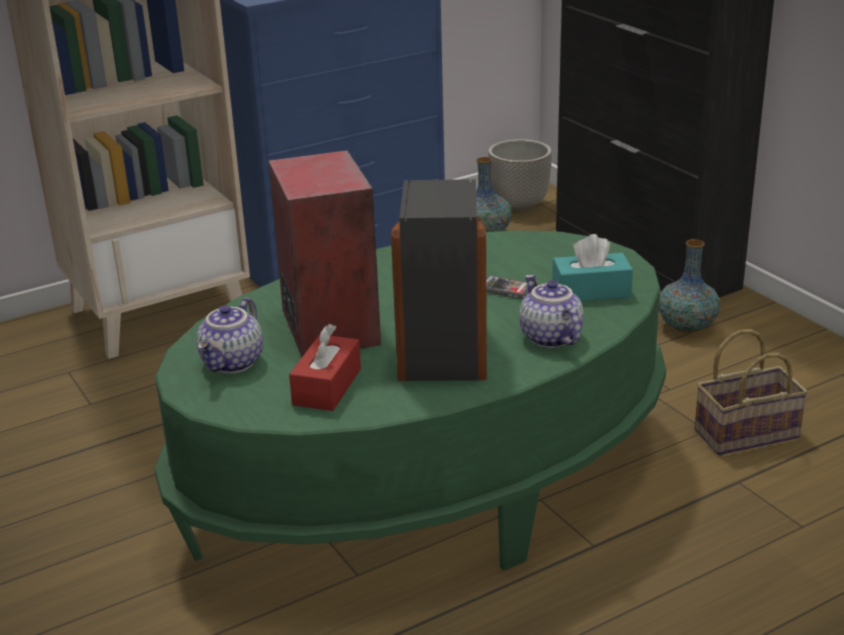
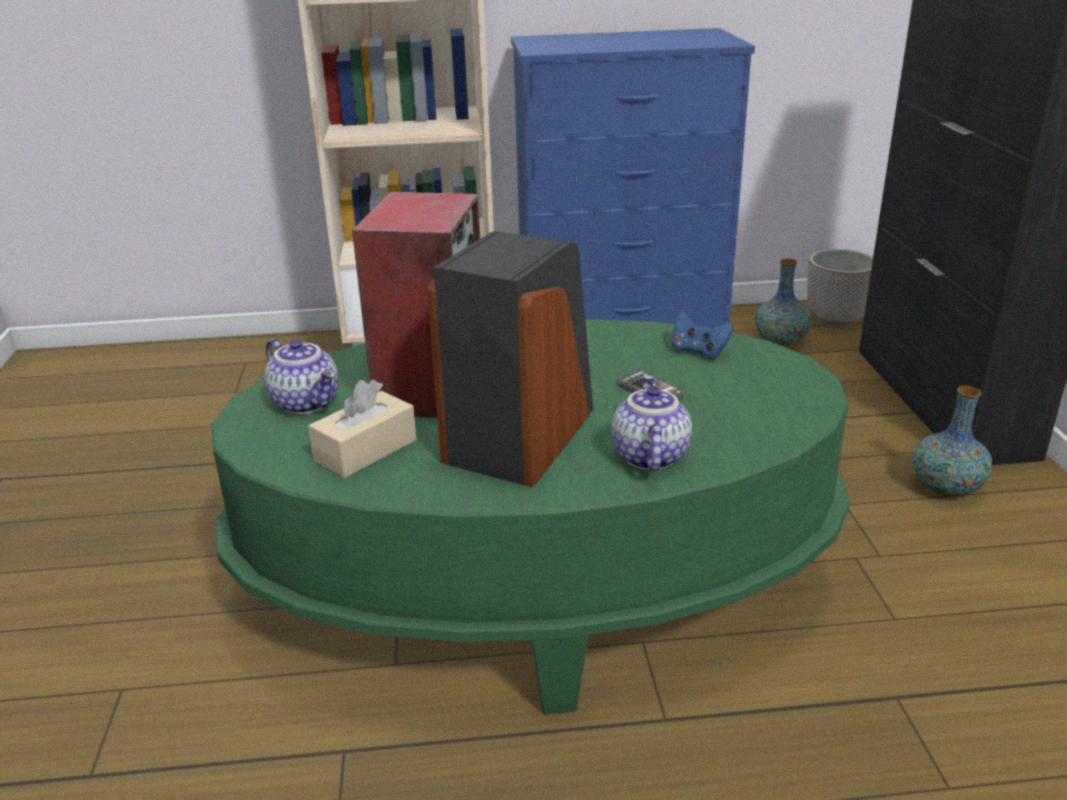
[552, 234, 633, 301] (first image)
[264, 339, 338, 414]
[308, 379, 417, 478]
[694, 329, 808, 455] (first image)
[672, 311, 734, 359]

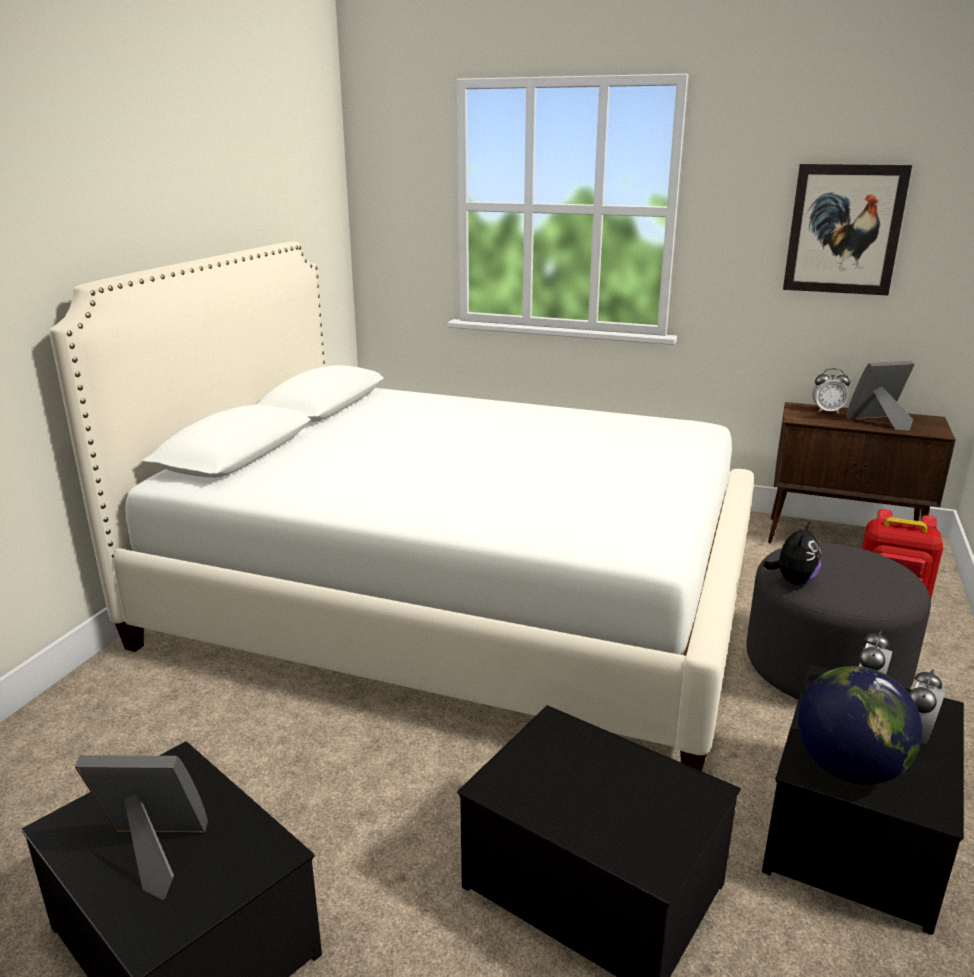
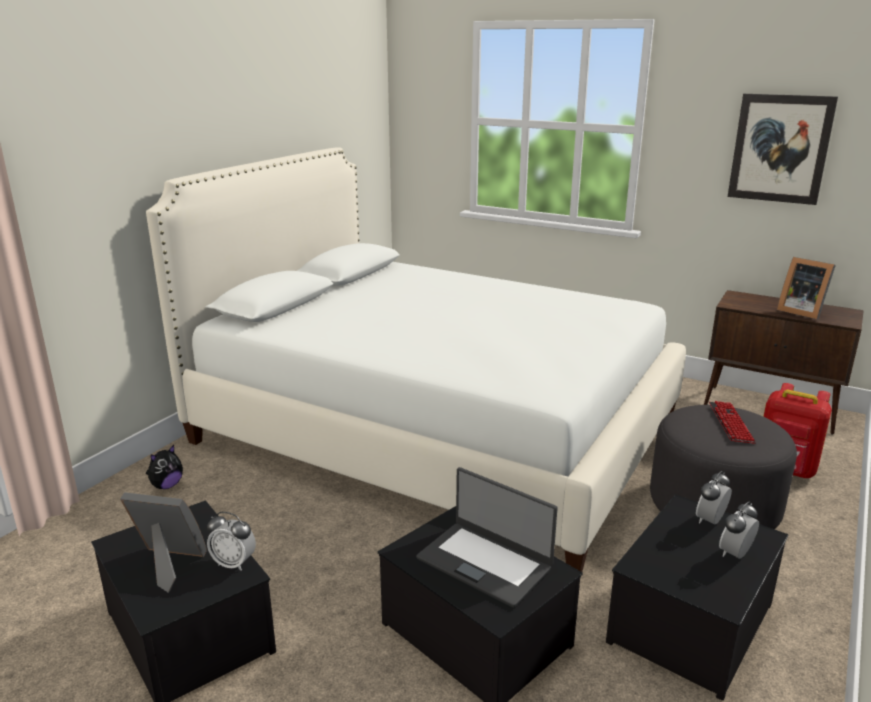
[777, 257, 836, 319]
[207, 512, 256, 571]
[146, 445, 183, 489]
[798, 666, 922, 785] (first image)
[709, 401, 756, 444]
[416, 467, 558, 608]

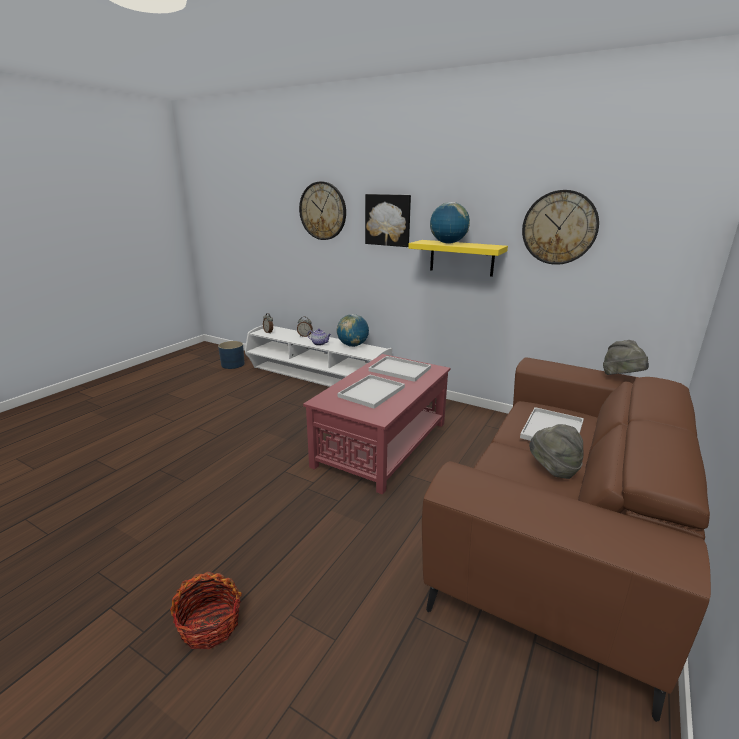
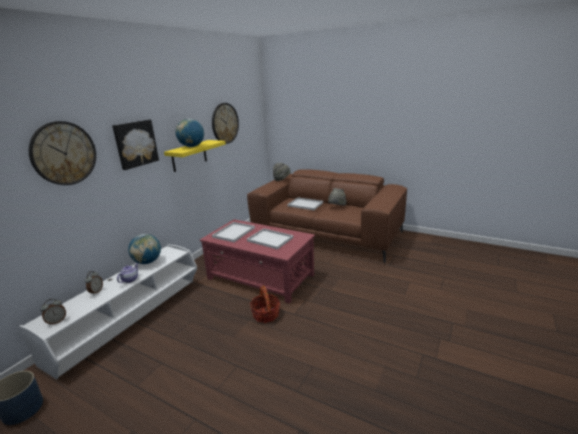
[250, 286, 280, 323]

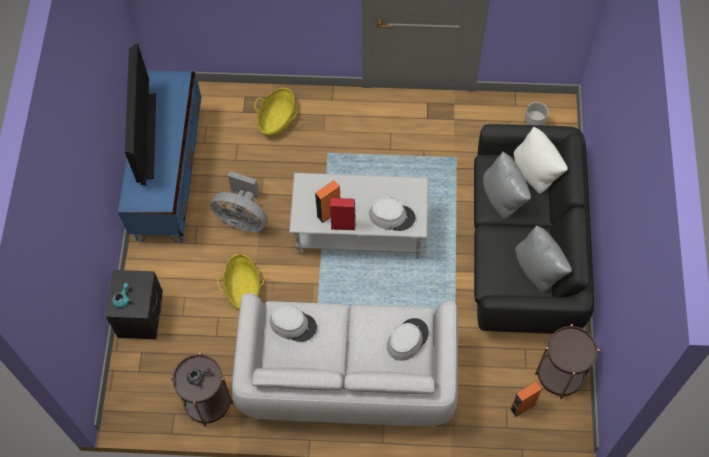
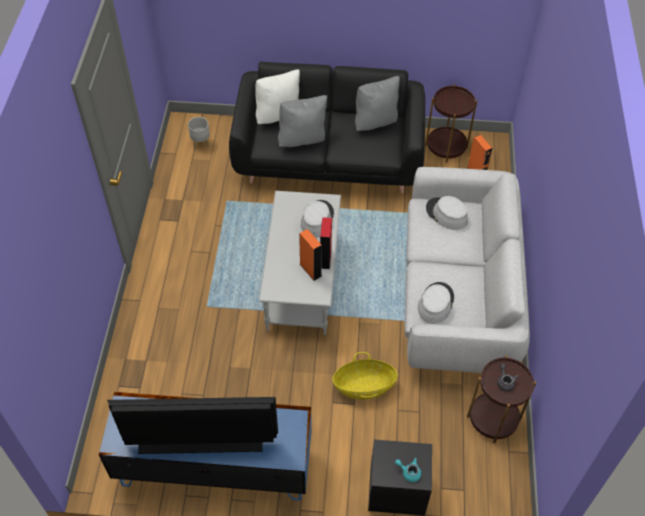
[254, 88, 297, 136] (first image)
[211, 171, 268, 232] (first image)

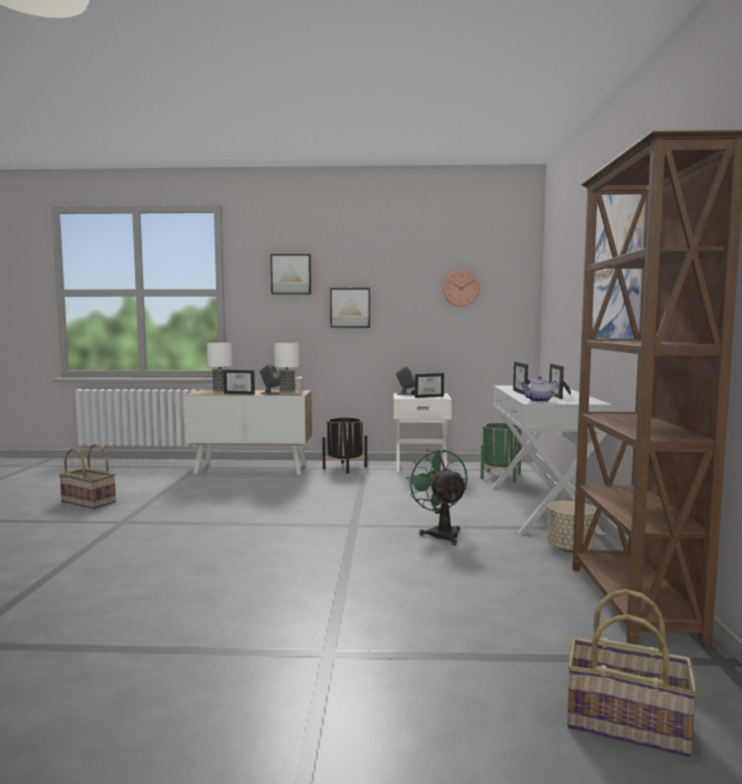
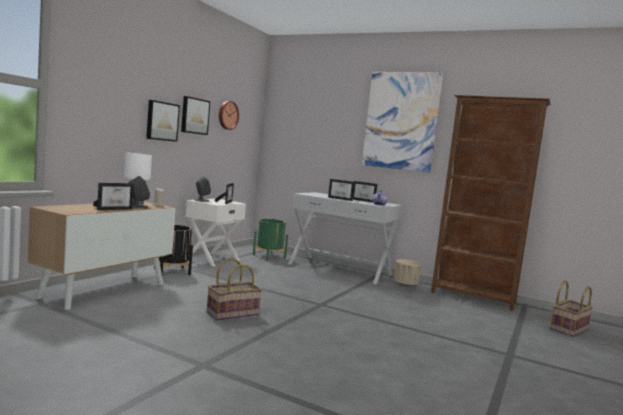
[181, 96, 210, 135]
[207, 342, 232, 392] (first image)
[206, 258, 262, 321]
[406, 449, 467, 545] (first image)

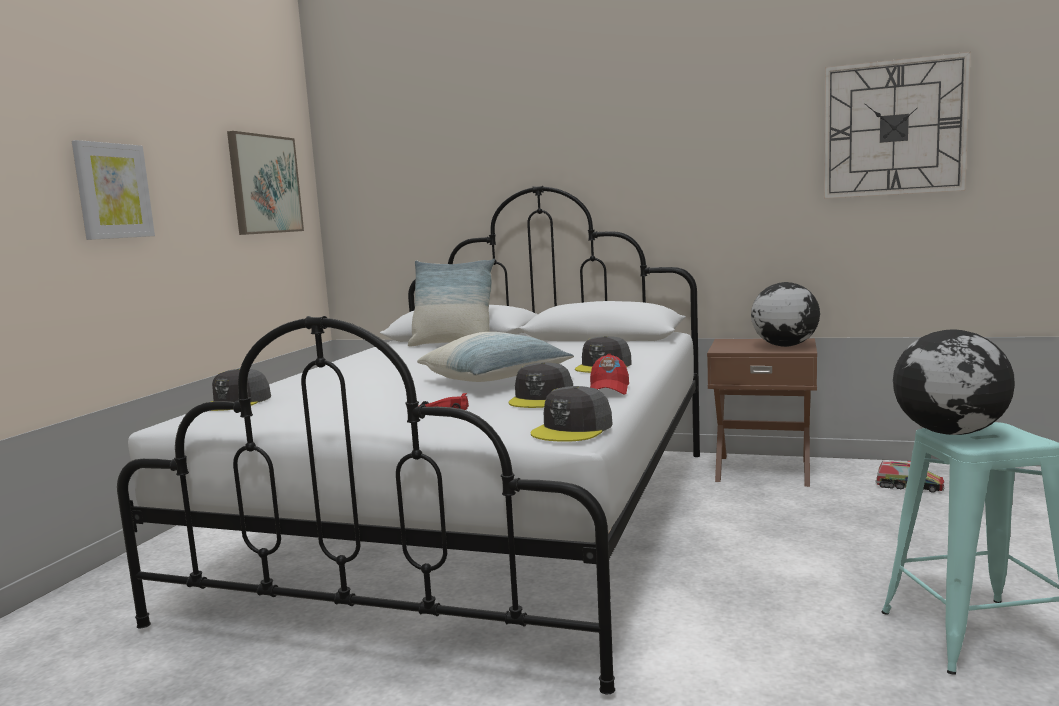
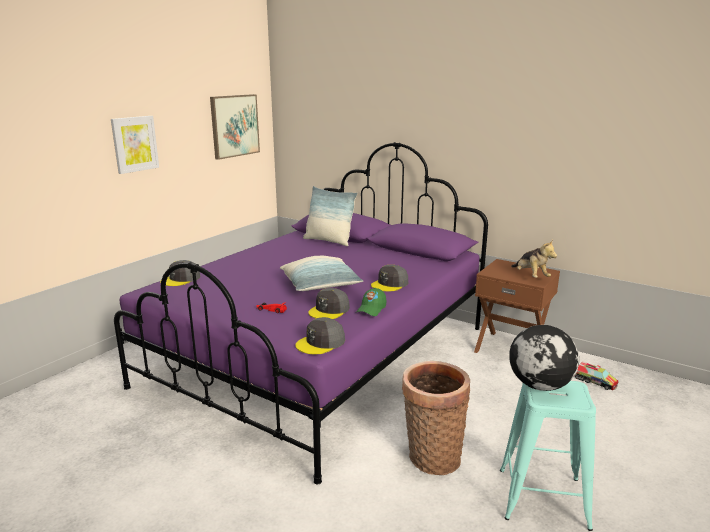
[824, 52, 971, 199] (first image)
[114, 142, 488, 484]
[511, 240, 557, 278]
[356, 288, 387, 316]
[402, 361, 470, 475]

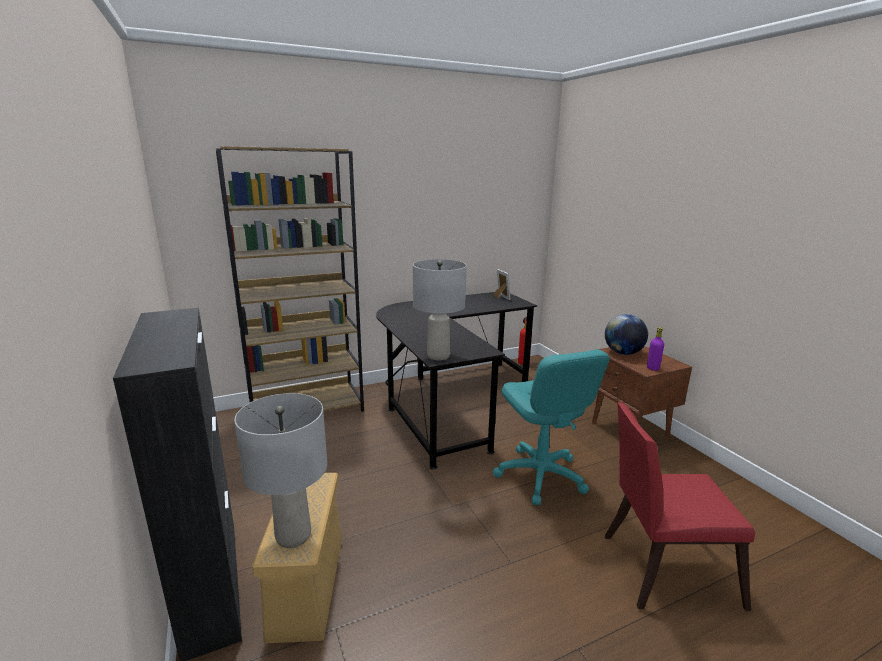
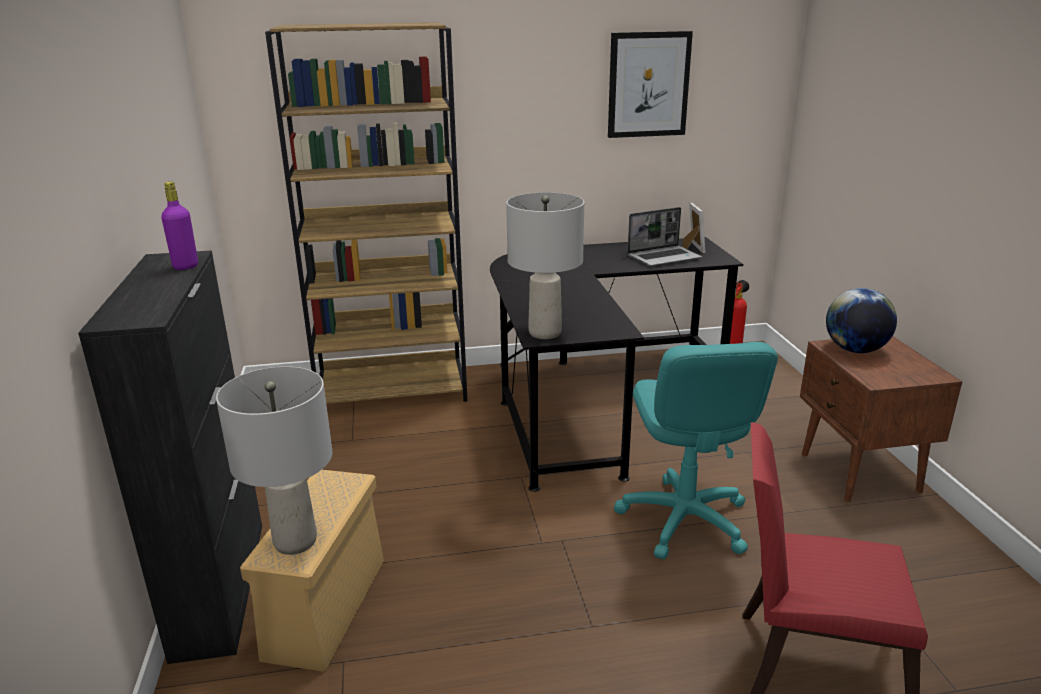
[161, 182, 198, 270]
[608, 31, 693, 138]
[627, 207, 702, 266]

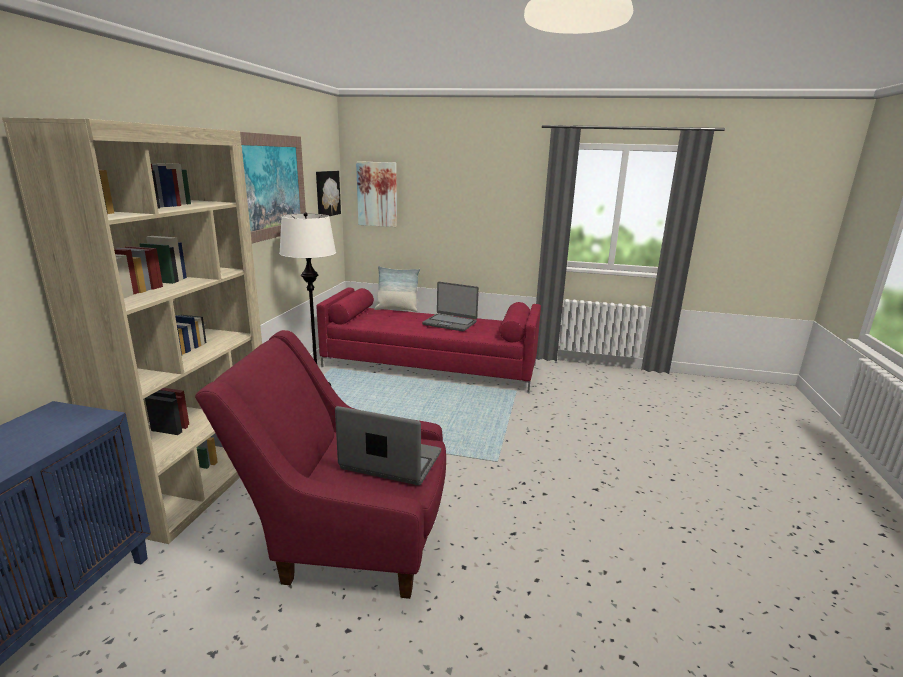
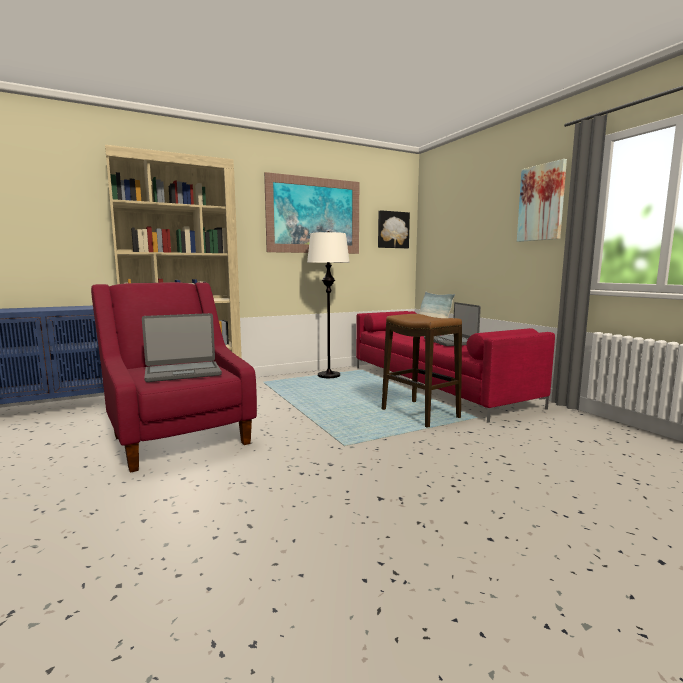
[517, 159, 567, 242]
[142, 313, 222, 382]
[382, 314, 462, 428]

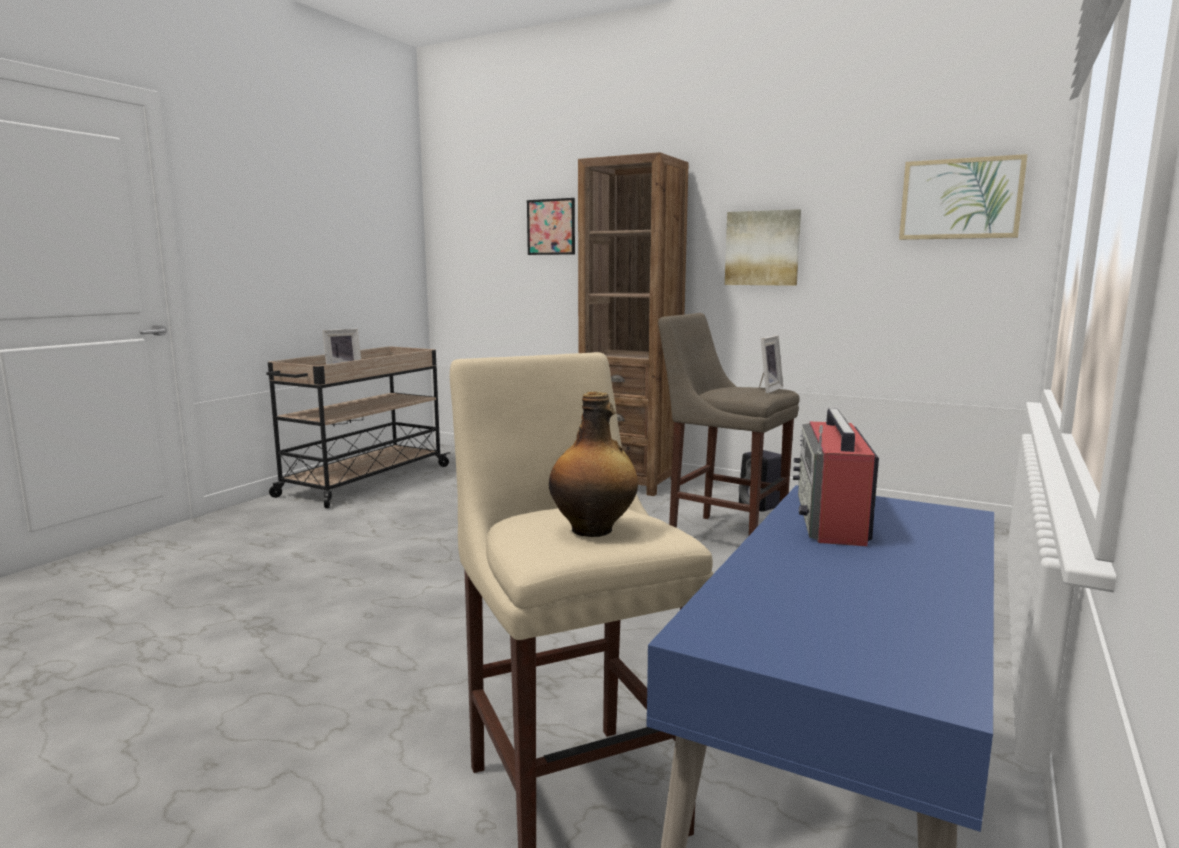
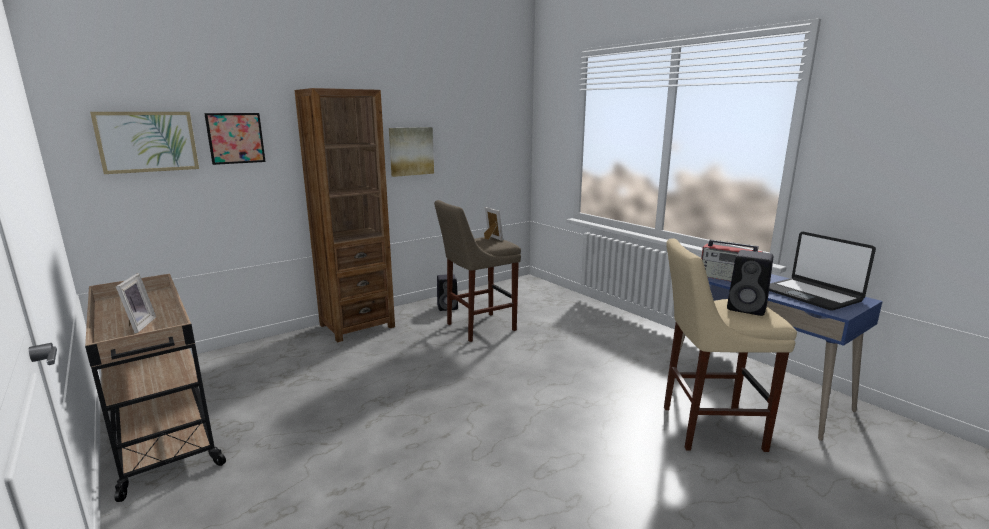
[90, 112, 199, 174]
[727, 250, 773, 316]
[769, 232, 876, 310]

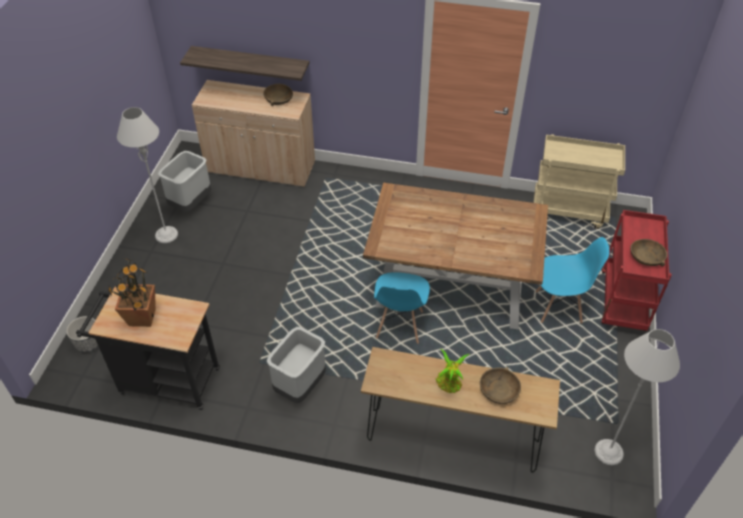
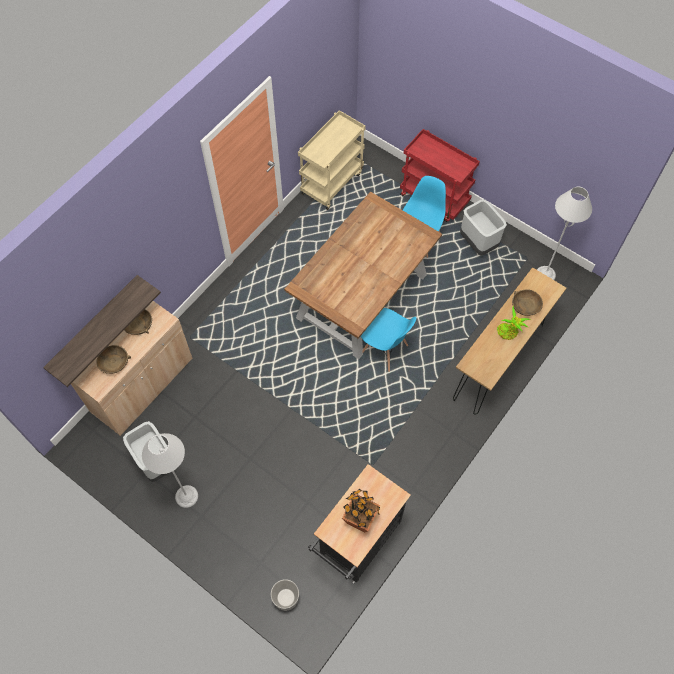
[97, 345, 131, 374]
[460, 199, 507, 255]

